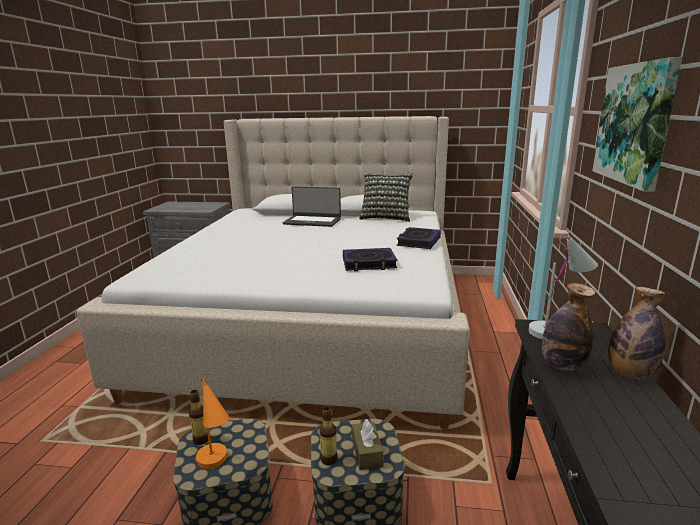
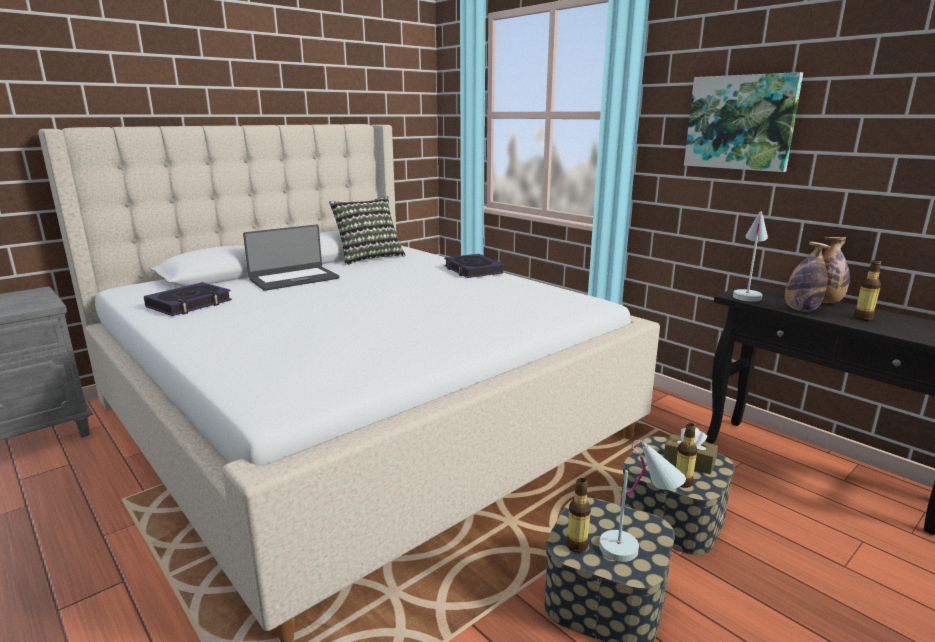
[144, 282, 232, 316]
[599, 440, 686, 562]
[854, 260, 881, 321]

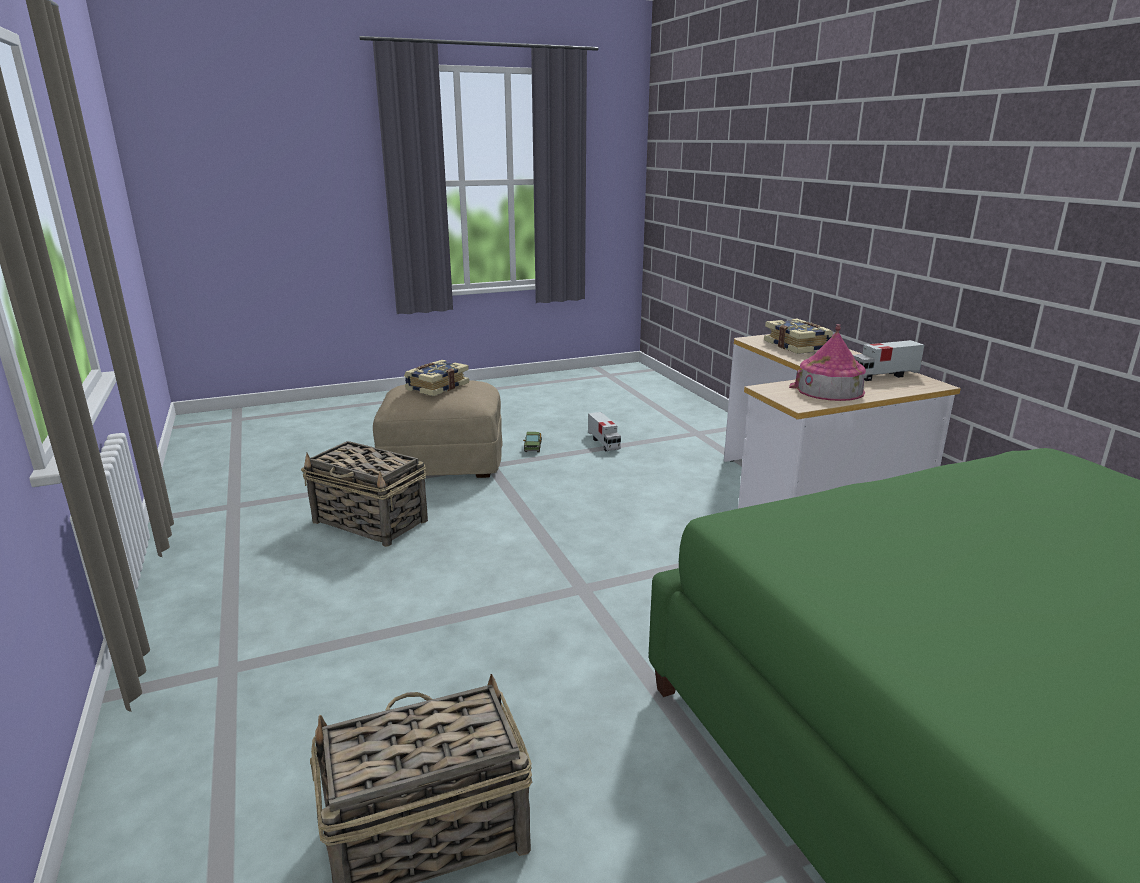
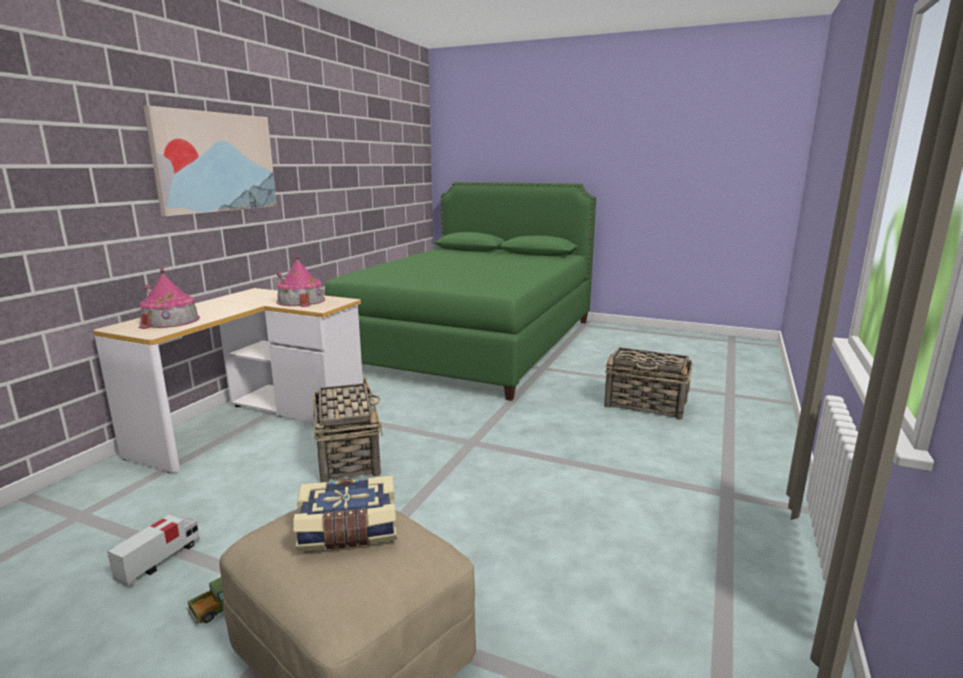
[138, 268, 200, 329]
[853, 340, 924, 381] (first image)
[313, 377, 383, 482]
[144, 106, 277, 216]

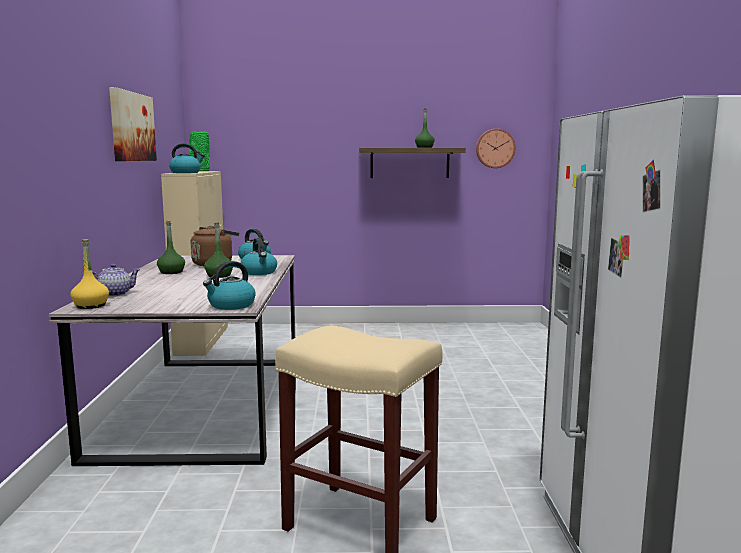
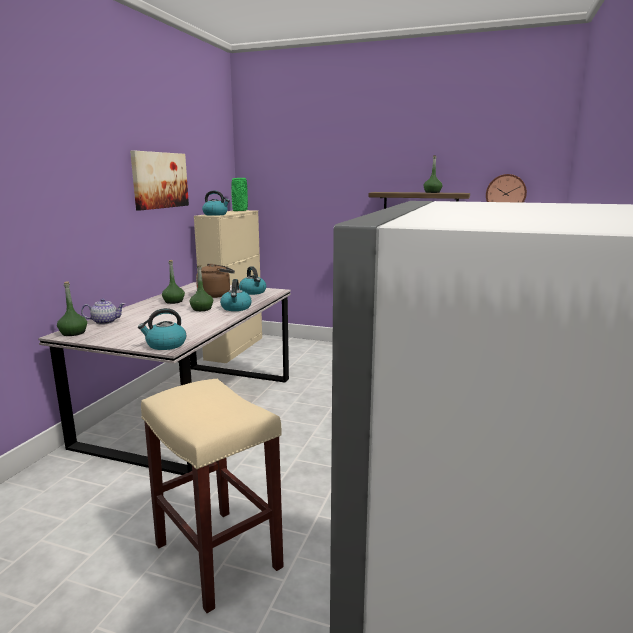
[57, 281, 87, 336]

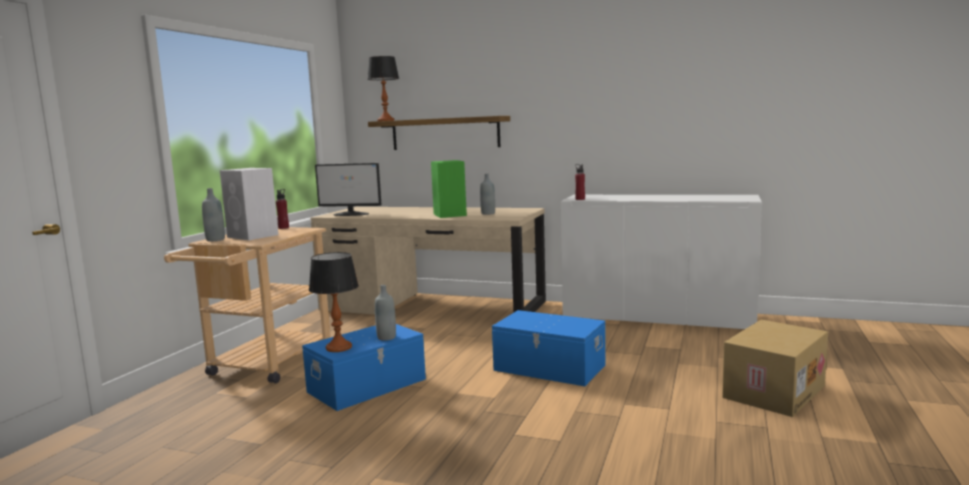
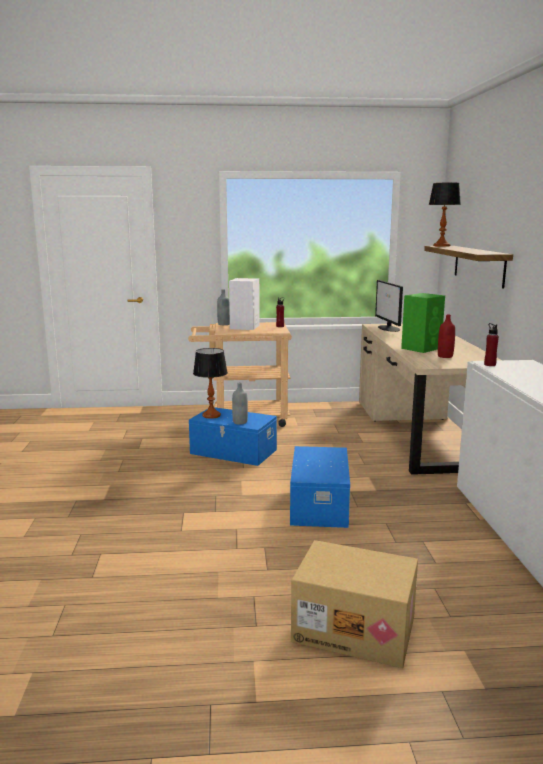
[438, 315, 455, 358]

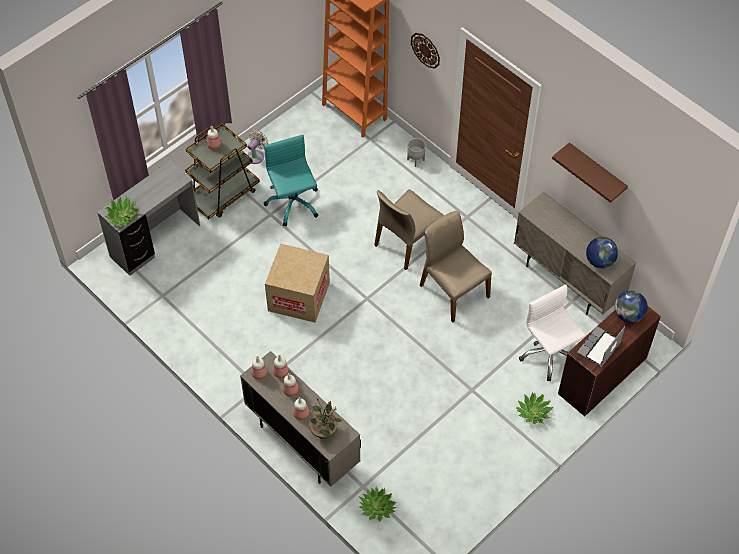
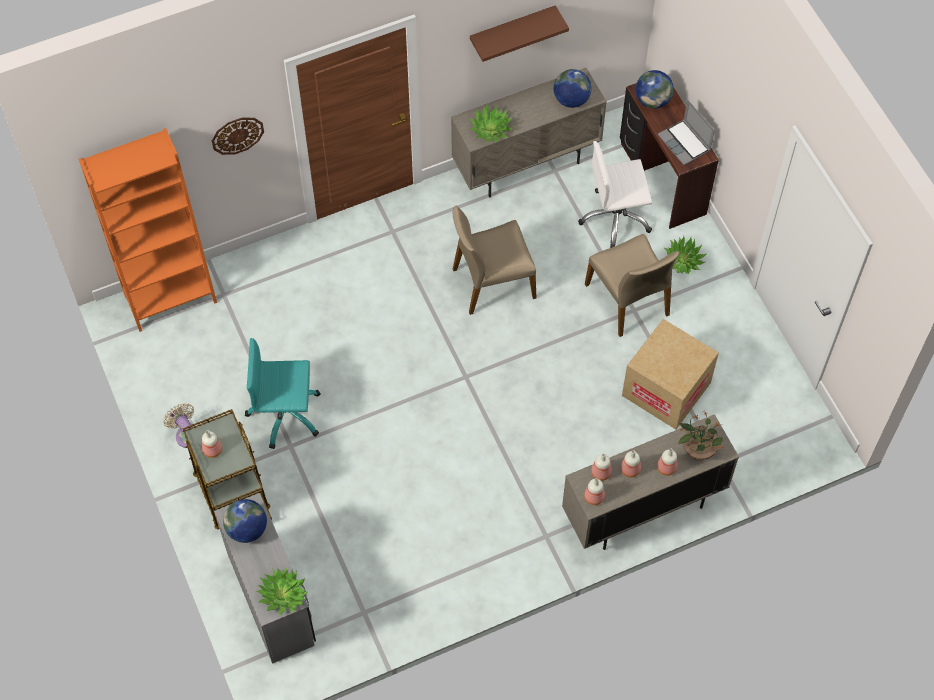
[407, 138, 425, 167] (first image)
[585, 234, 679, 337]
[622, 319, 719, 429]
[470, 105, 513, 142]
[223, 499, 267, 543]

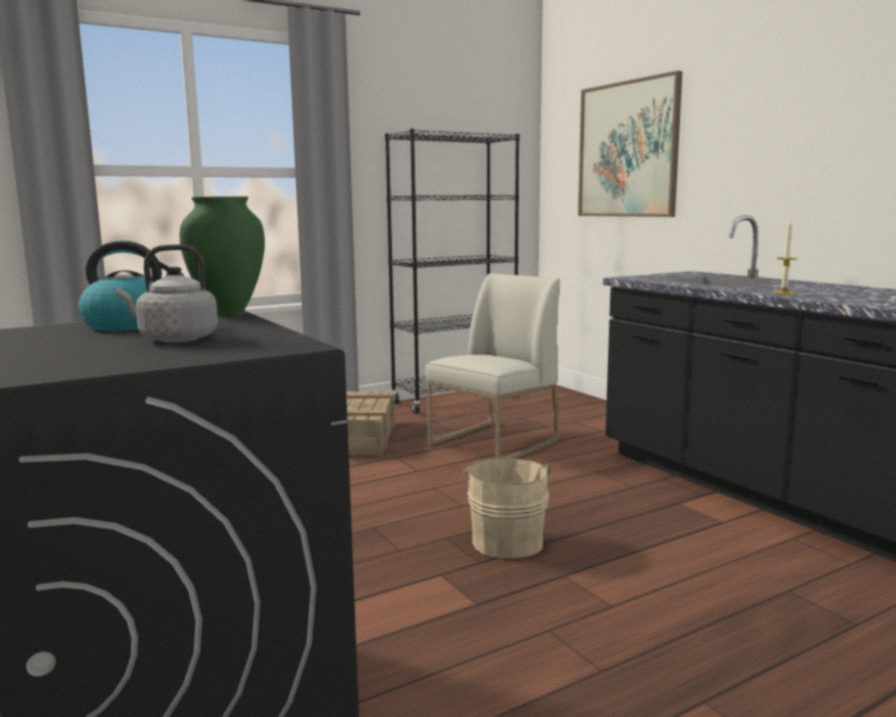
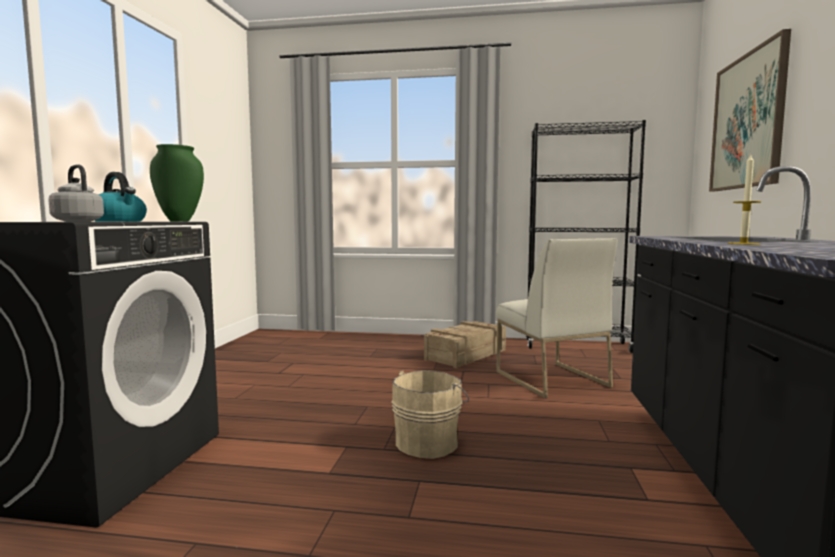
[496, 238, 617, 398]

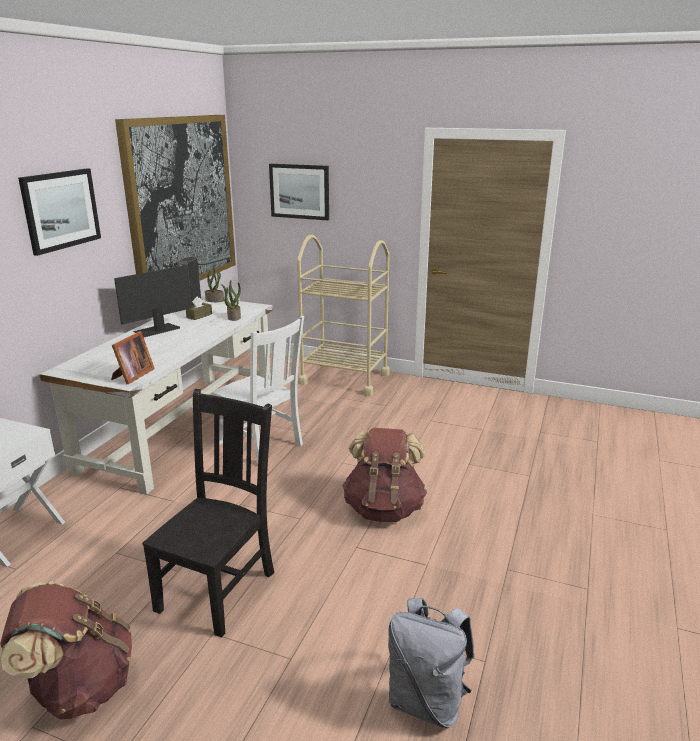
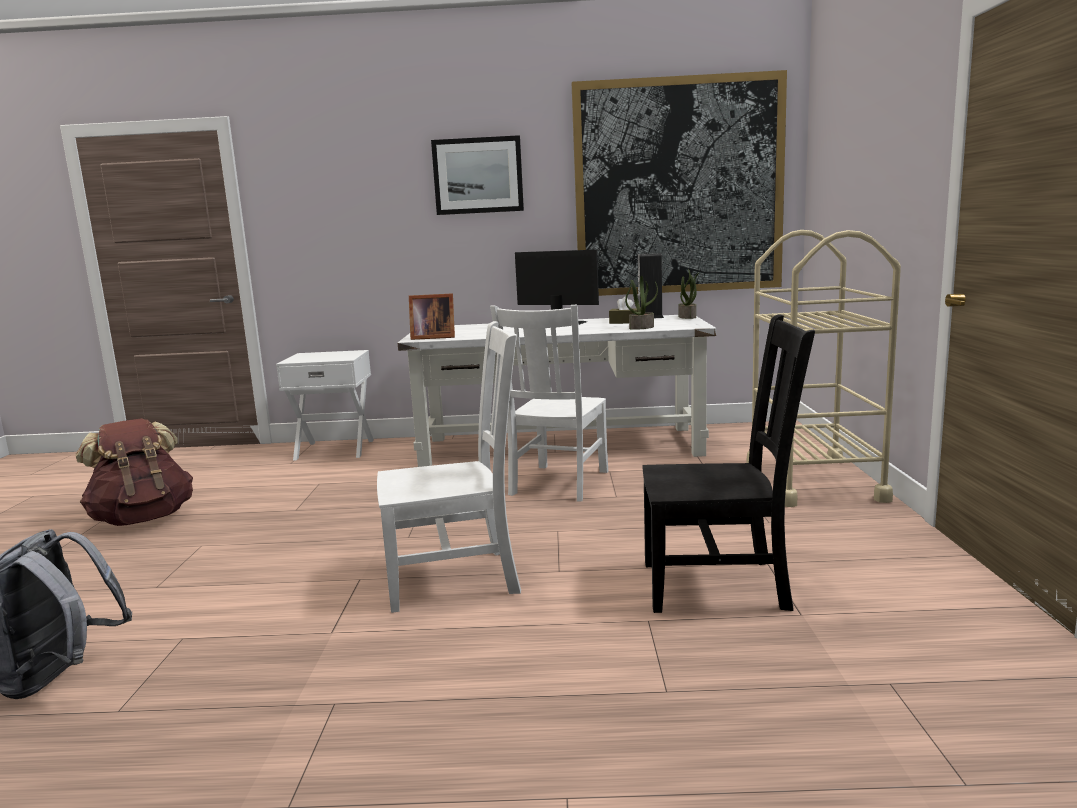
[269, 164, 329, 220] (first image)
[643, 314, 815, 613]
[377, 321, 521, 613]

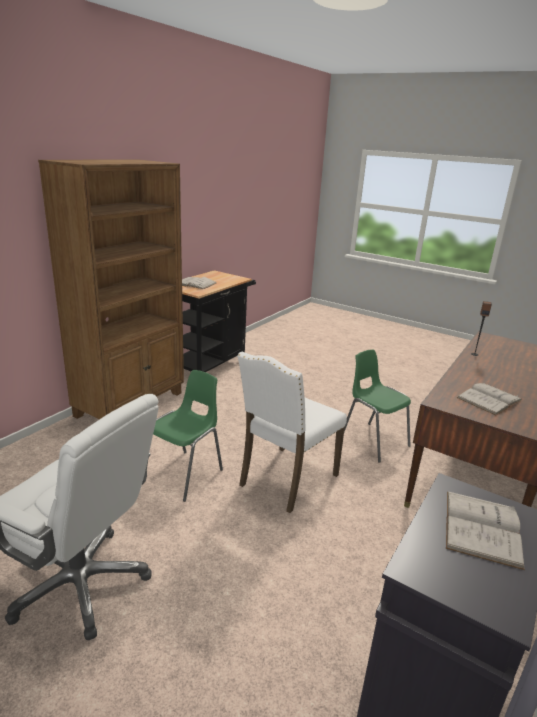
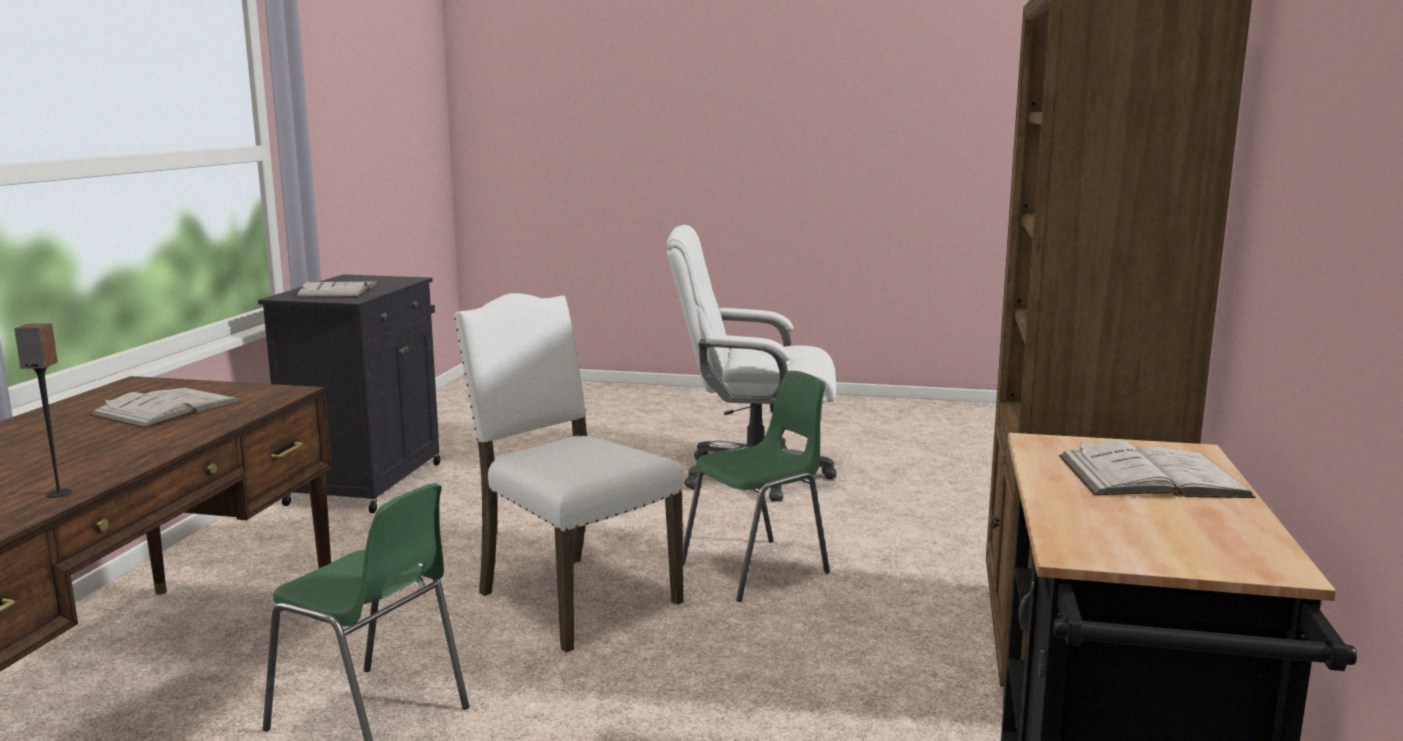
[454, 293, 684, 653]
[683, 371, 830, 602]

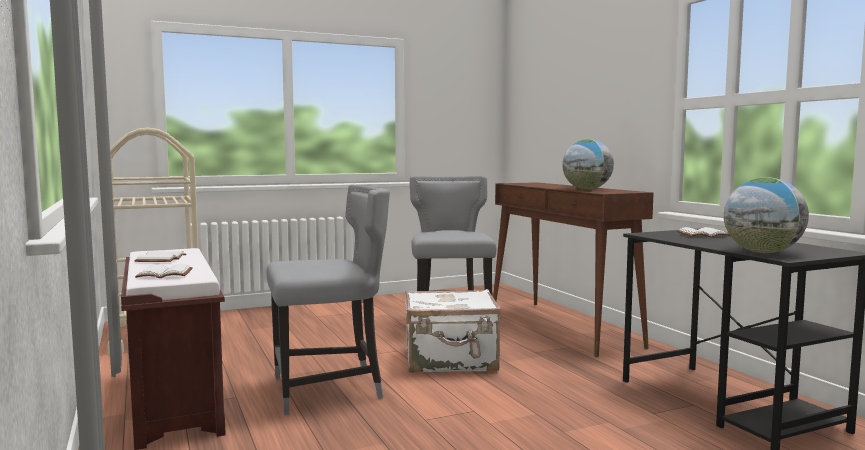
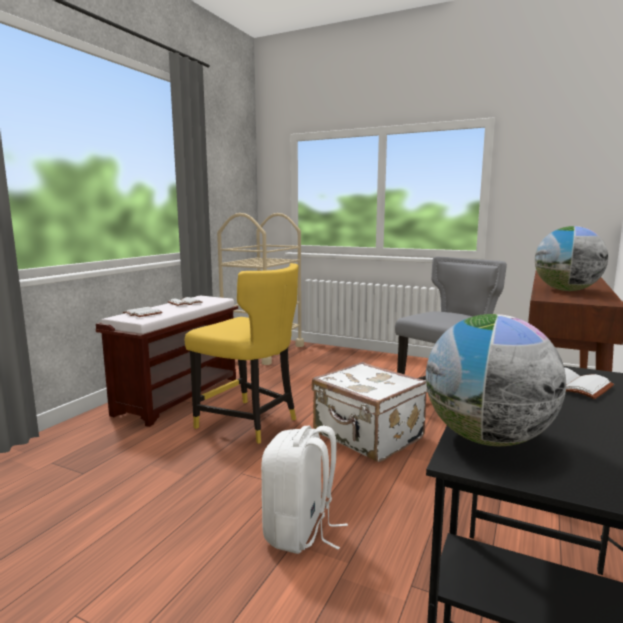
[185, 263, 299, 444]
[261, 426, 348, 554]

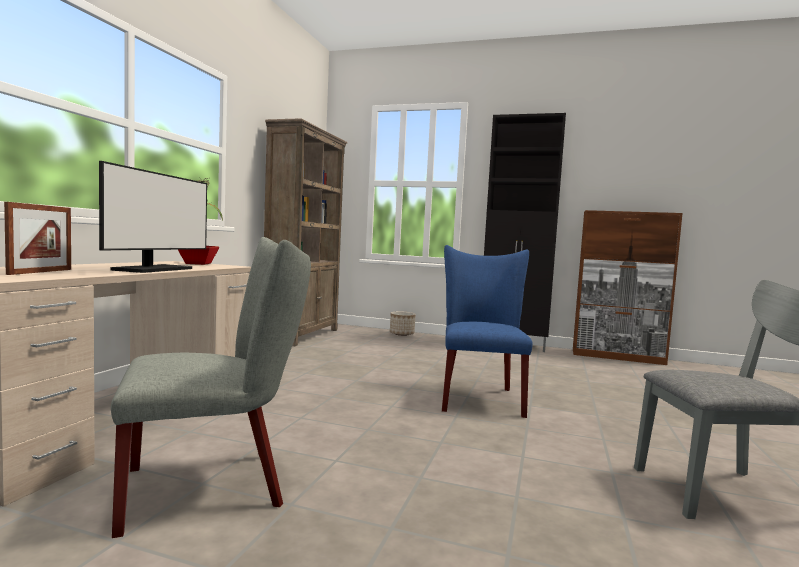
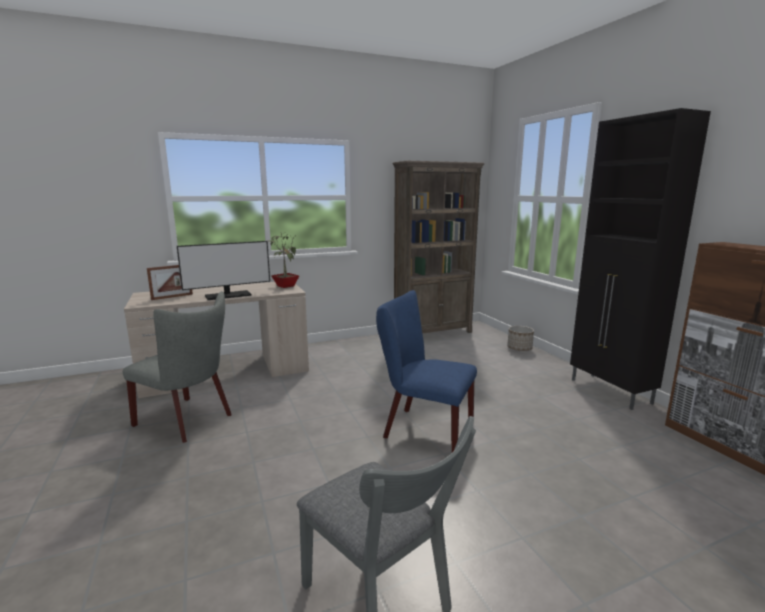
[376, 290, 477, 452]

